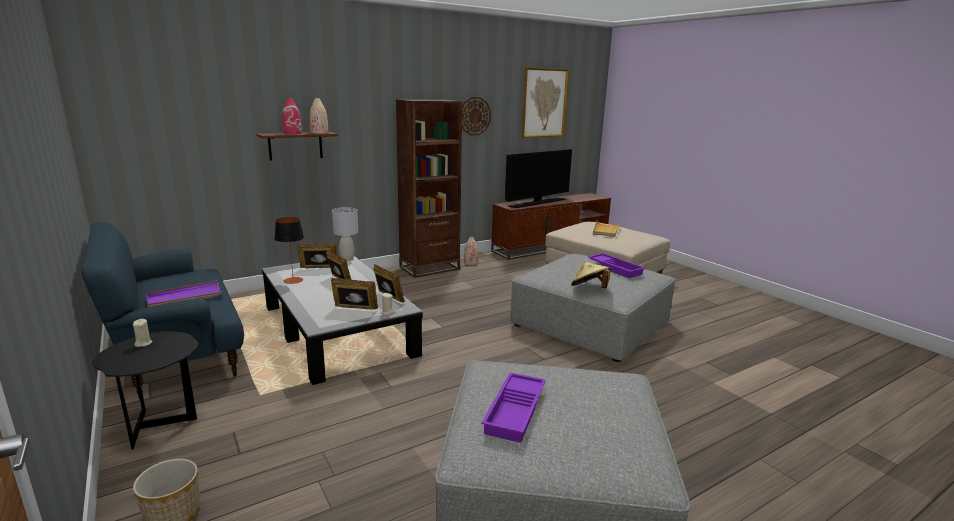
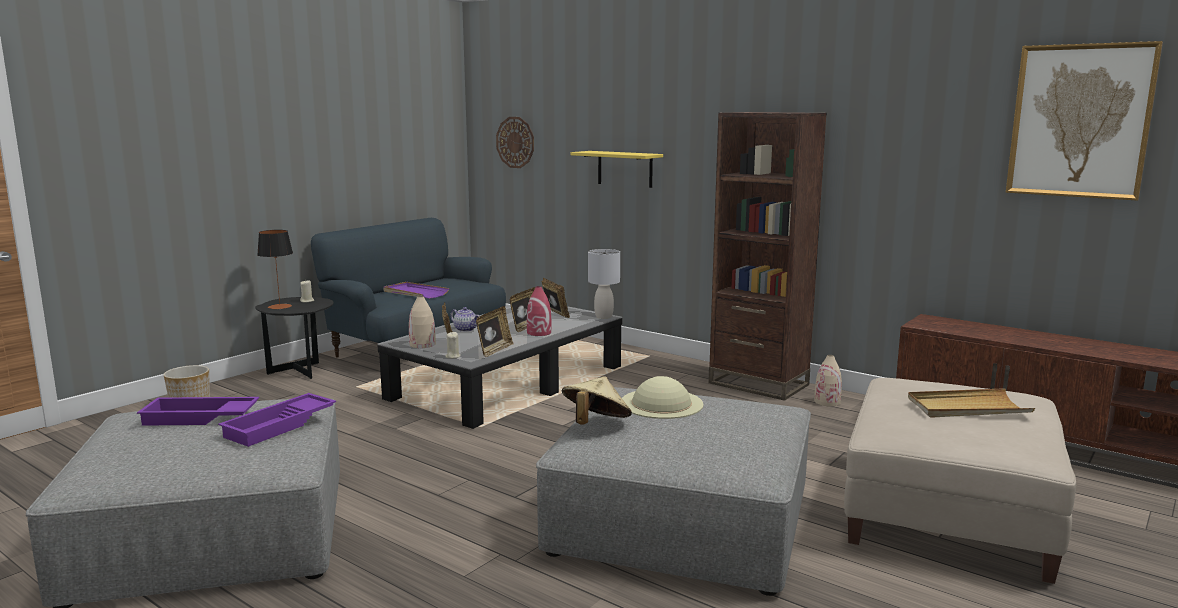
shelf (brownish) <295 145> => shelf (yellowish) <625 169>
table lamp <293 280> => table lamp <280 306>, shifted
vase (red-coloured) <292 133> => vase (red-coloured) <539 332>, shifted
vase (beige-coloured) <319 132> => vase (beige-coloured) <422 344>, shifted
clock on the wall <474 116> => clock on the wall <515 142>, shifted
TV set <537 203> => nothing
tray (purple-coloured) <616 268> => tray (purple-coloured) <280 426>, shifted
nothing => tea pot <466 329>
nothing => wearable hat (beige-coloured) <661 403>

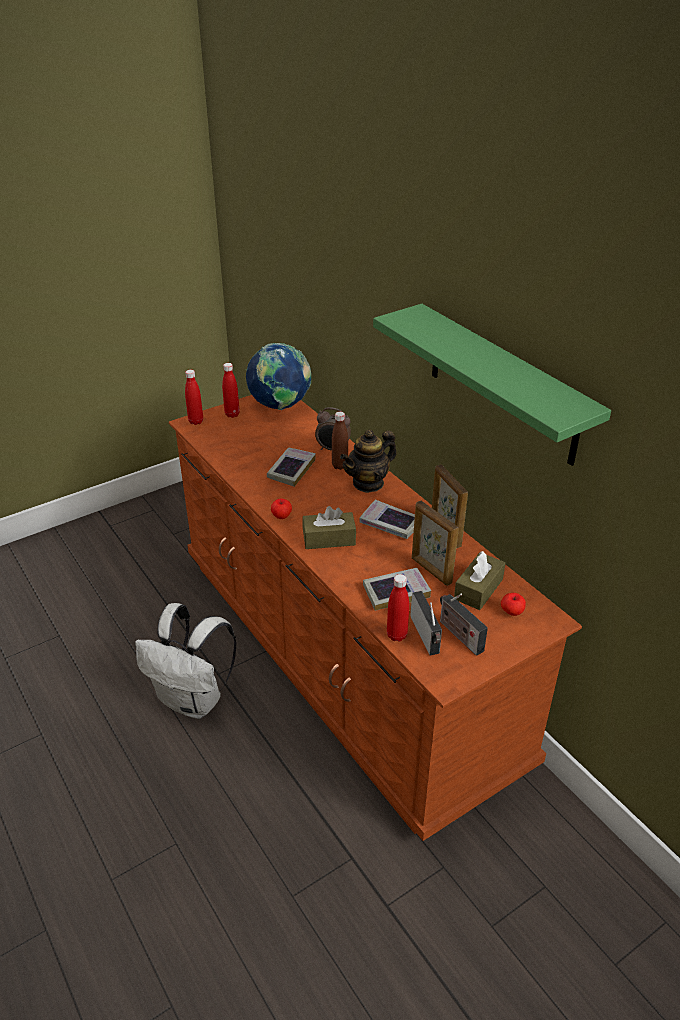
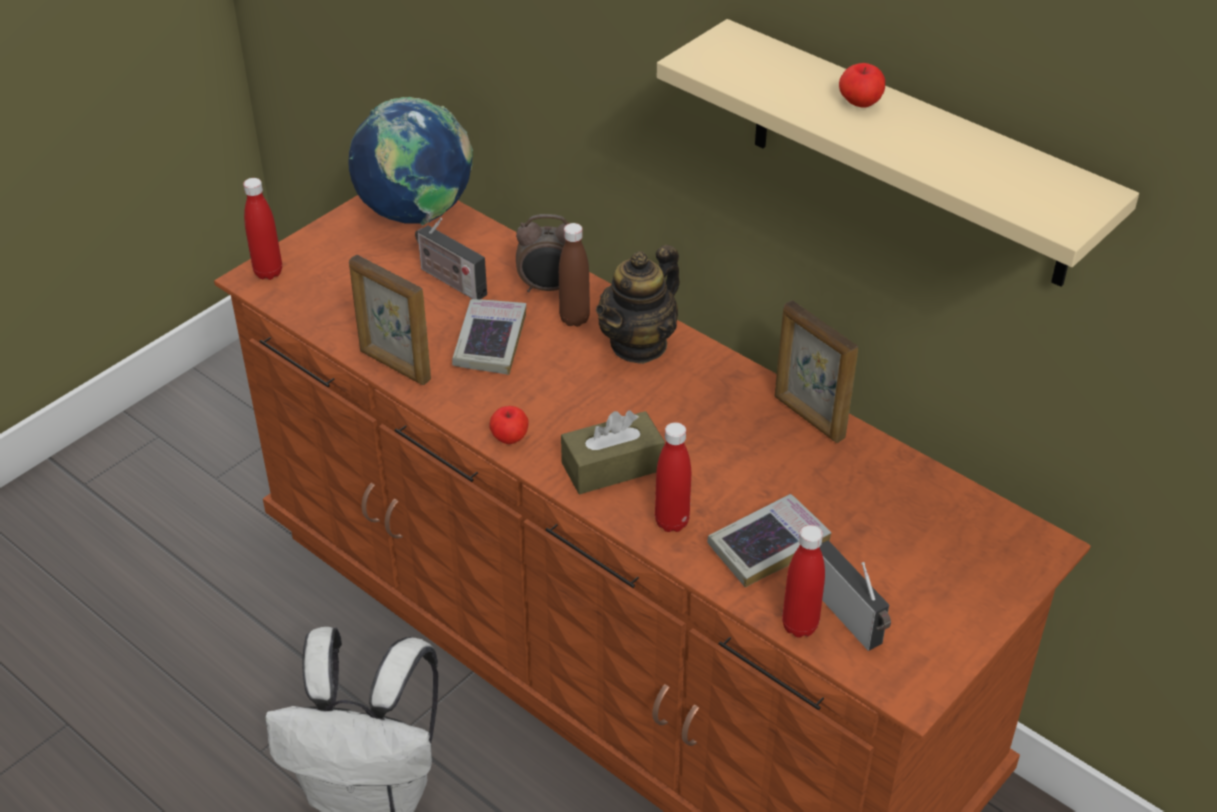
bottle (red-coloured) <232 414> => bottle (red-coloured) <671 522>, shifted
bound book <390 524> => nothing
shelf (greenish) <502 384> => shelf (beige-coloured) <910 156>
picture frame <431 571> => picture frame <394 366>, shifted
radio receiver <458 634> => radio receiver <450 281>, shifted
tissue box (brownish) <478 589> => nothing
apple fruit <511 612> => apple fruit <859 103>, shifted

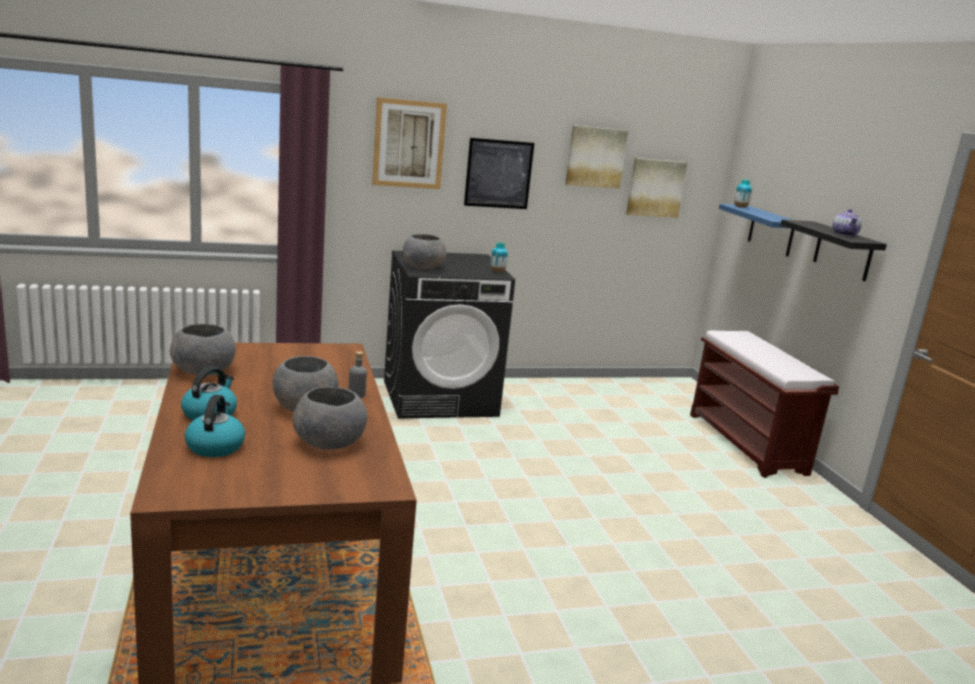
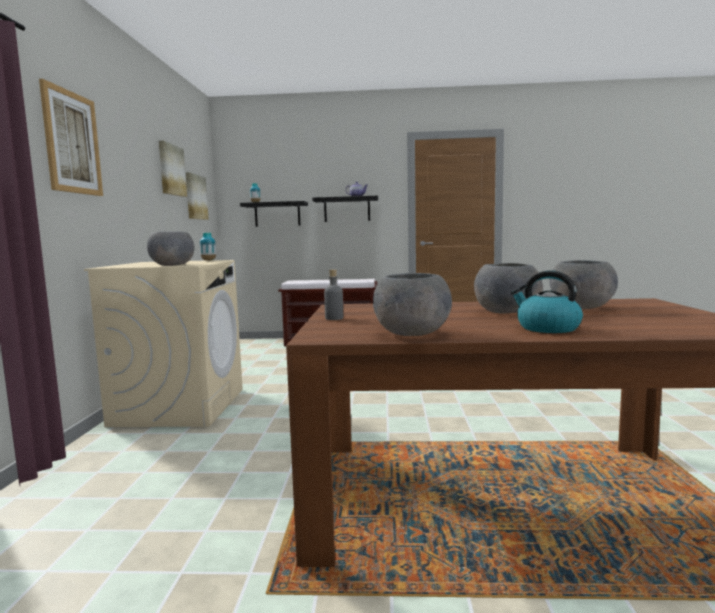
kettle <215 446> => nothing
bottle (greyish) <356 395> => bottle (greyish) <334 318>, shifted
washing machine (black) <440 398> => washing machine (beige-coloured) <180 406>
wall picture <498 174> => nothing
shelf (blue) <771 231> => shelf (black) <277 214>

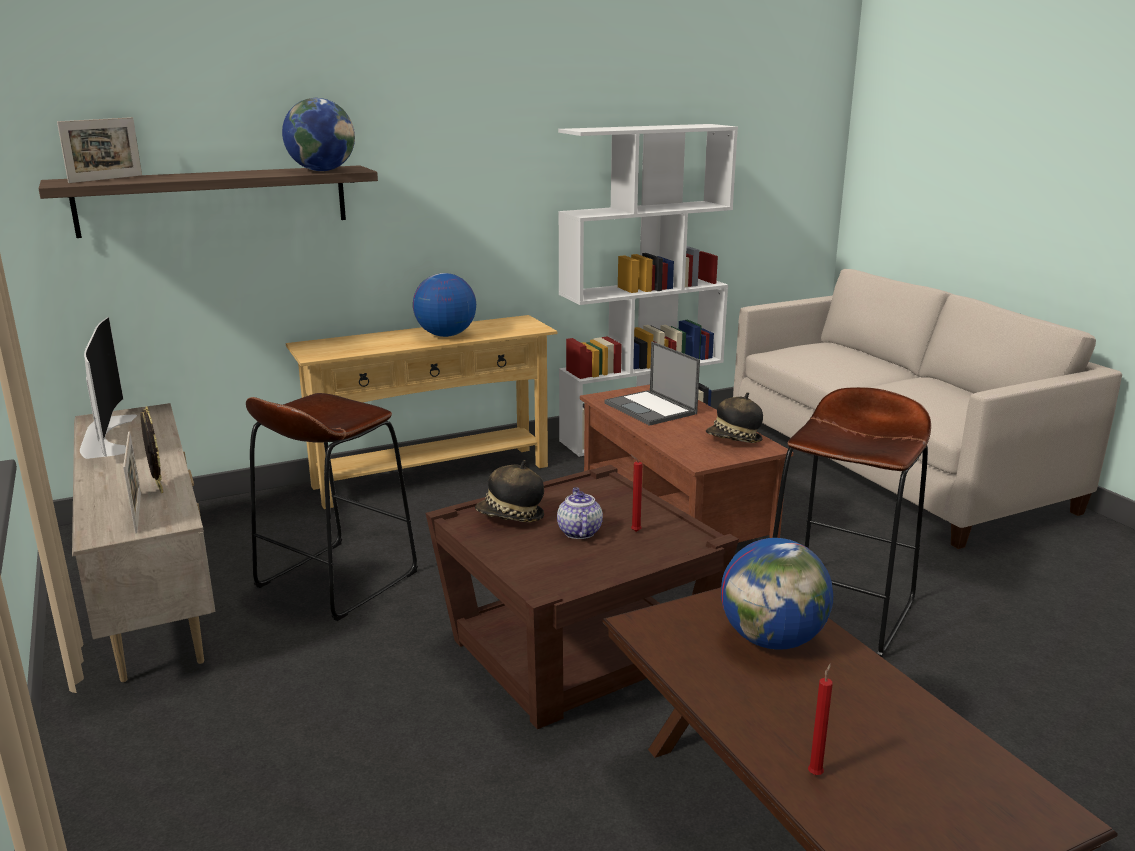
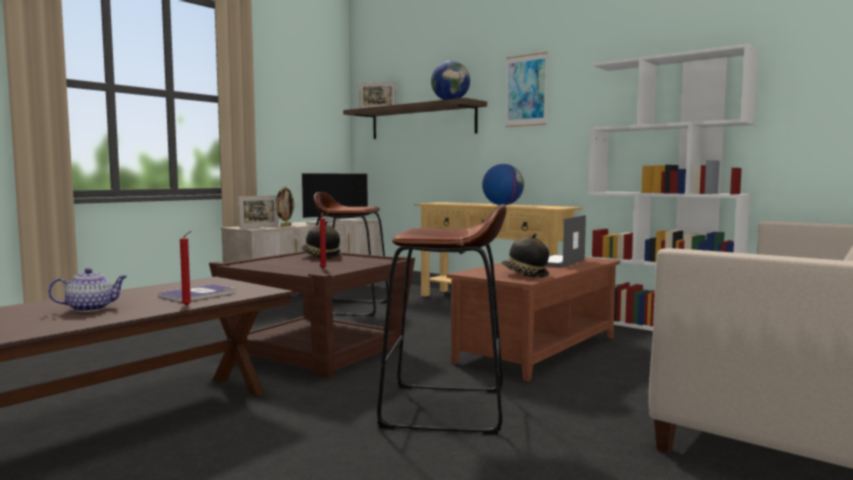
tea pot <579 532> => tea pot <91 308>, shifted
globe <772 640> => bound book <198 294>
candle (red-coloured) <816 773> => candle (red-coloured) <188 306>, shifted
nothing => wall picture <526 90>

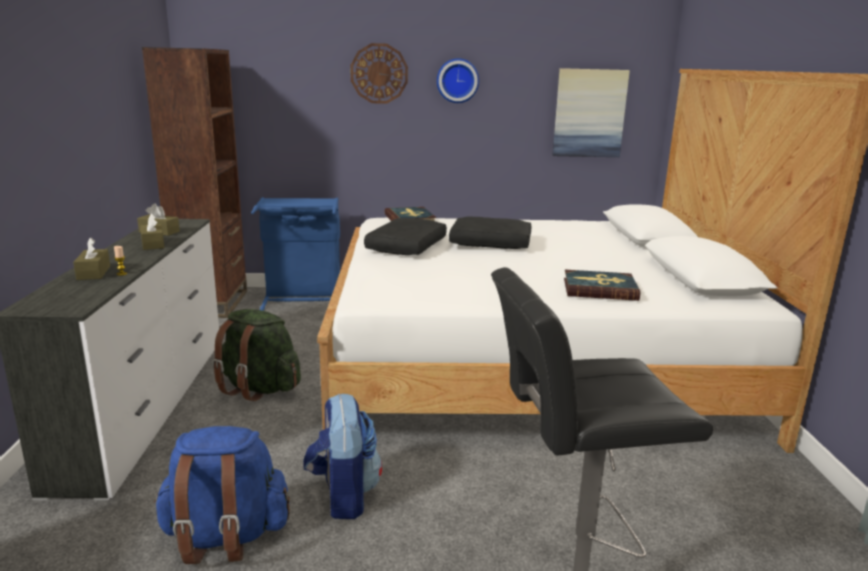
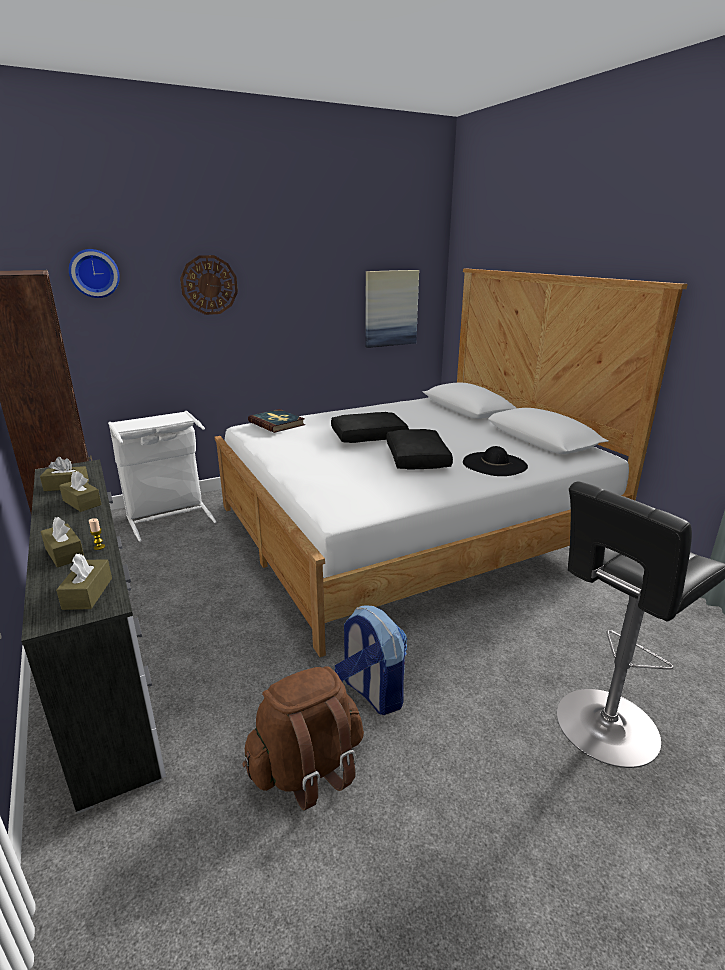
rucksack (blue) <225 536> => rucksack (brownish) <307 768>
rucksack (greenish) <259 388> => nothing
hamper (blue) <302 302> => hamper (whitish) <169 516>
throw pillow (black) <407 247> => throw pillow (black) <418 458>, shifted
clock on the wall <457 80> => clock on the wall <94 273>, shifted
bound book <599 289> => wearable hat (black) <494 464>
nothing => tissue box (brownish) <88 593>

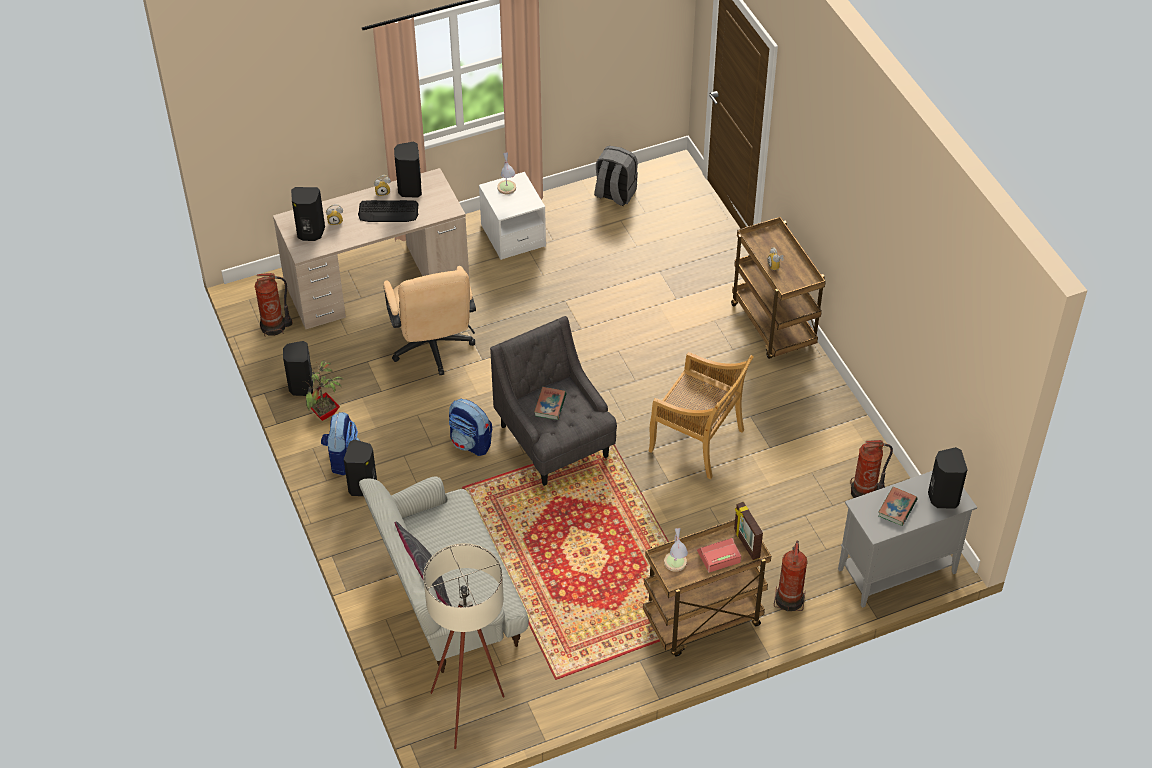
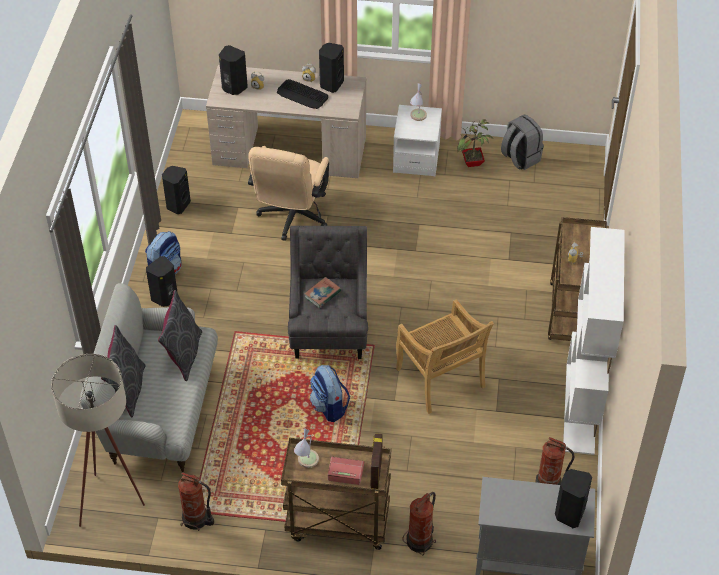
fire extinguisher <275 327> => fire extinguisher <196 519>, shifted
houseplant <325 414> => houseplant <472 163>, shifted
rucksack <471 443> => rucksack <329 407>, shifted
bound book <897 508> => nothing
nothing => throw pillow (greyish) <183 354>
nothing => bookcase (whitish) <580 408>

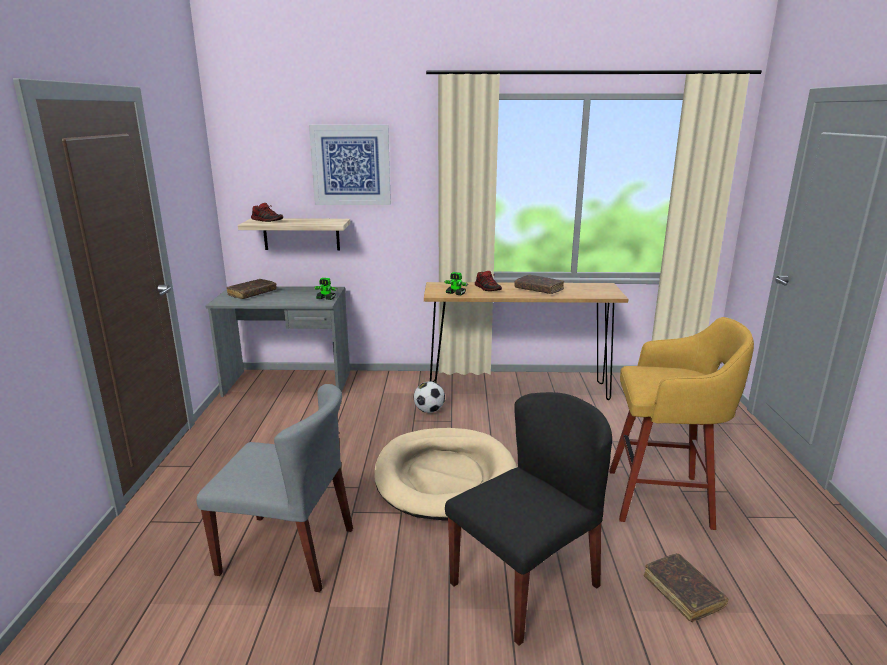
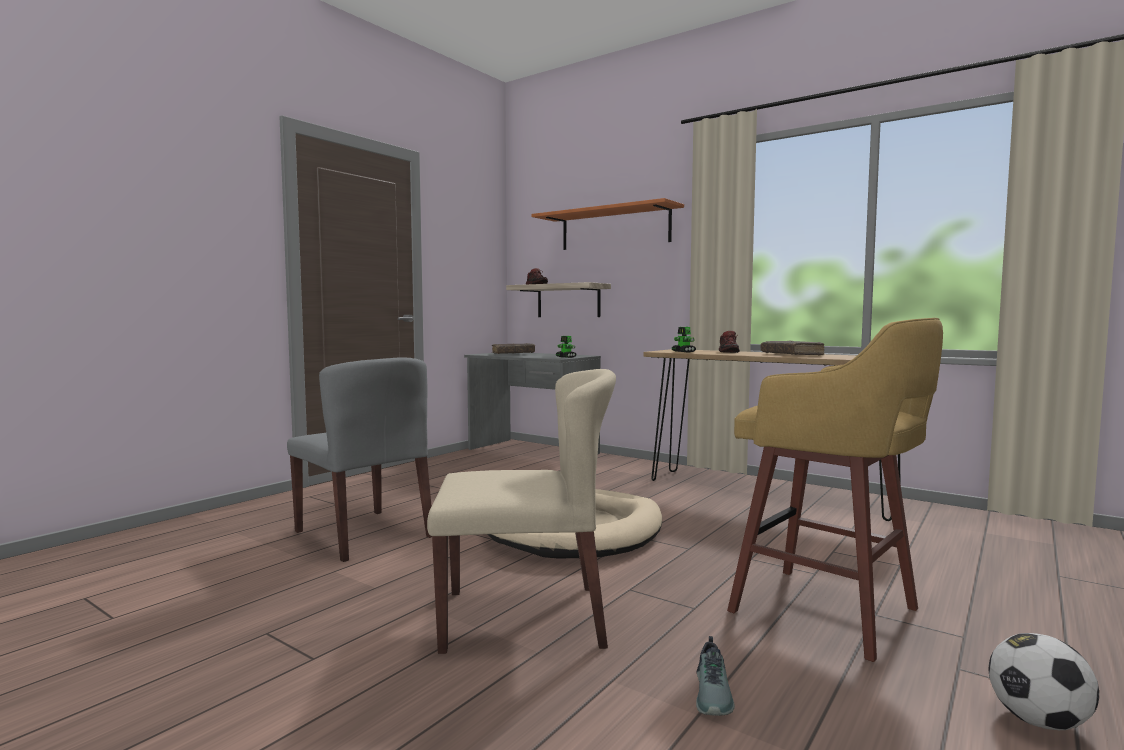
wall picture <351 165> => shelf (orange-coloured) <614 229>
football ball <429 411> => football ball <1038 721>, shifted
plain chair (black) <525 583> => plain chair (beige-coloured) <524 617>
bound book (brownish) <683 592> => low shoe <714 694>

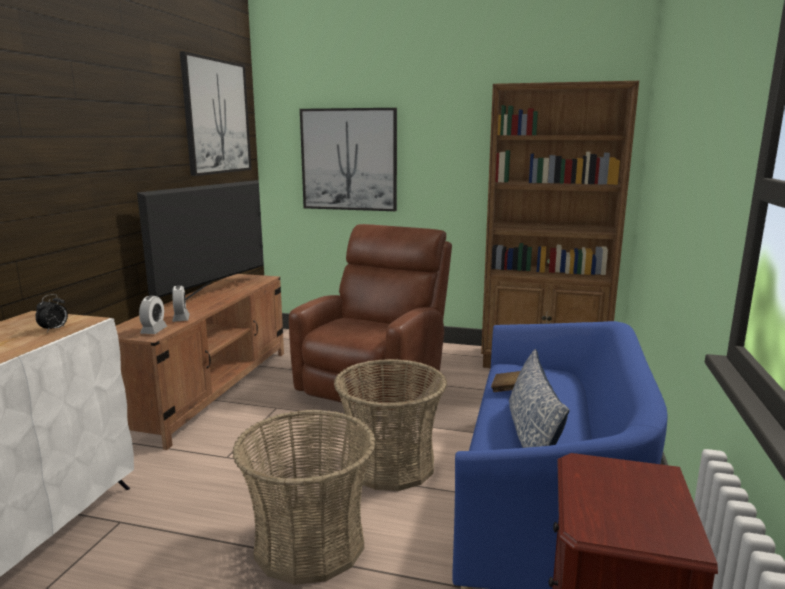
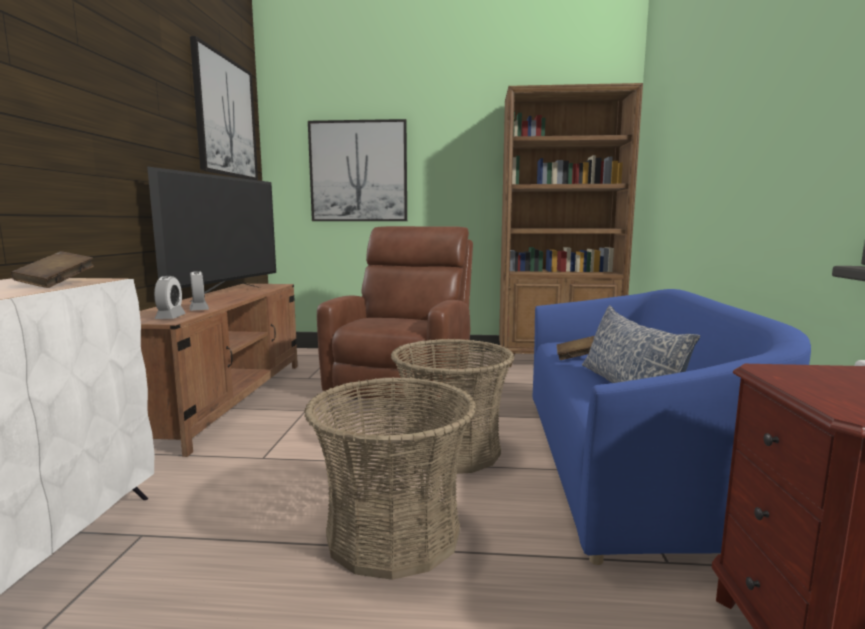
table clock <54 329> => bound book (brownish) <56 284>

